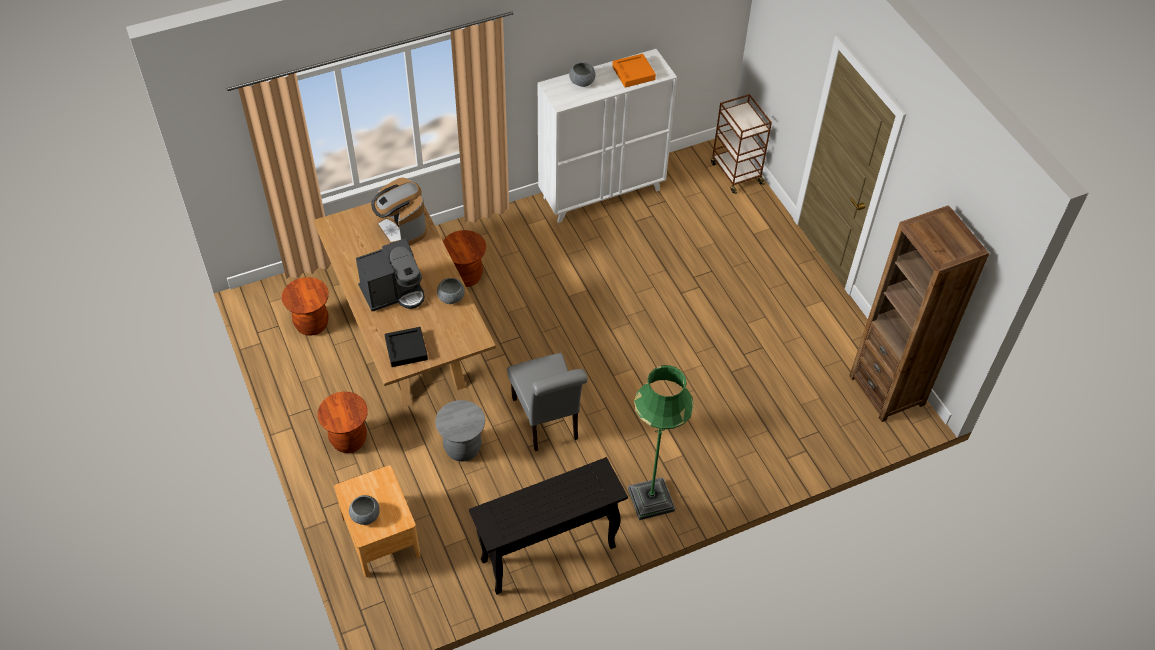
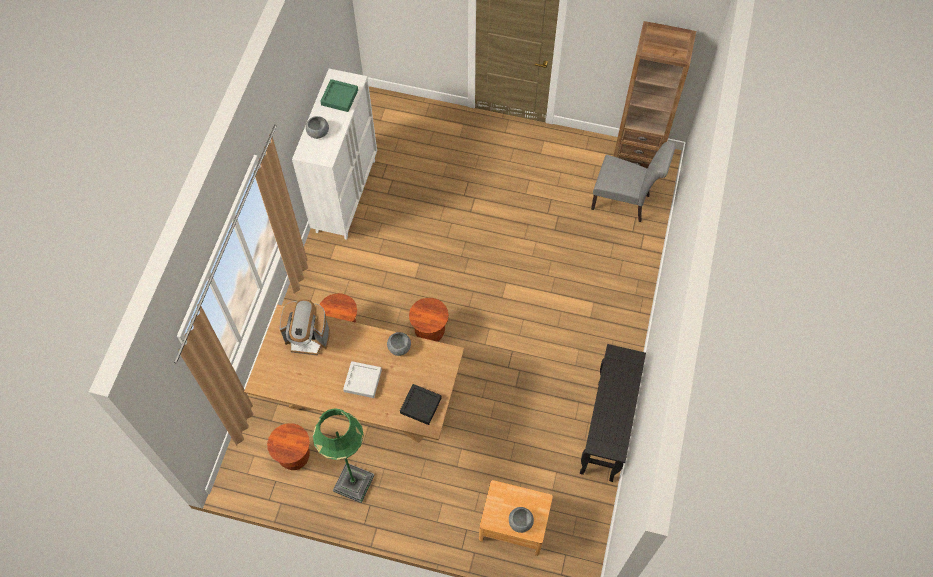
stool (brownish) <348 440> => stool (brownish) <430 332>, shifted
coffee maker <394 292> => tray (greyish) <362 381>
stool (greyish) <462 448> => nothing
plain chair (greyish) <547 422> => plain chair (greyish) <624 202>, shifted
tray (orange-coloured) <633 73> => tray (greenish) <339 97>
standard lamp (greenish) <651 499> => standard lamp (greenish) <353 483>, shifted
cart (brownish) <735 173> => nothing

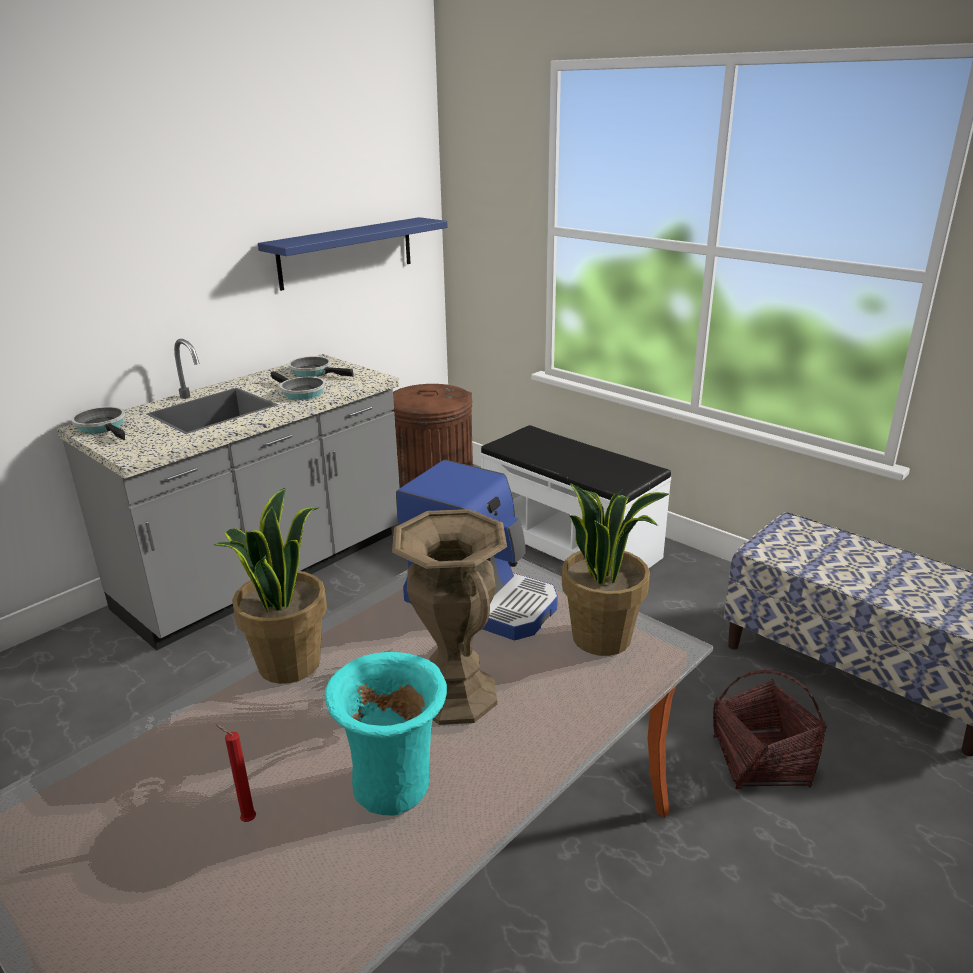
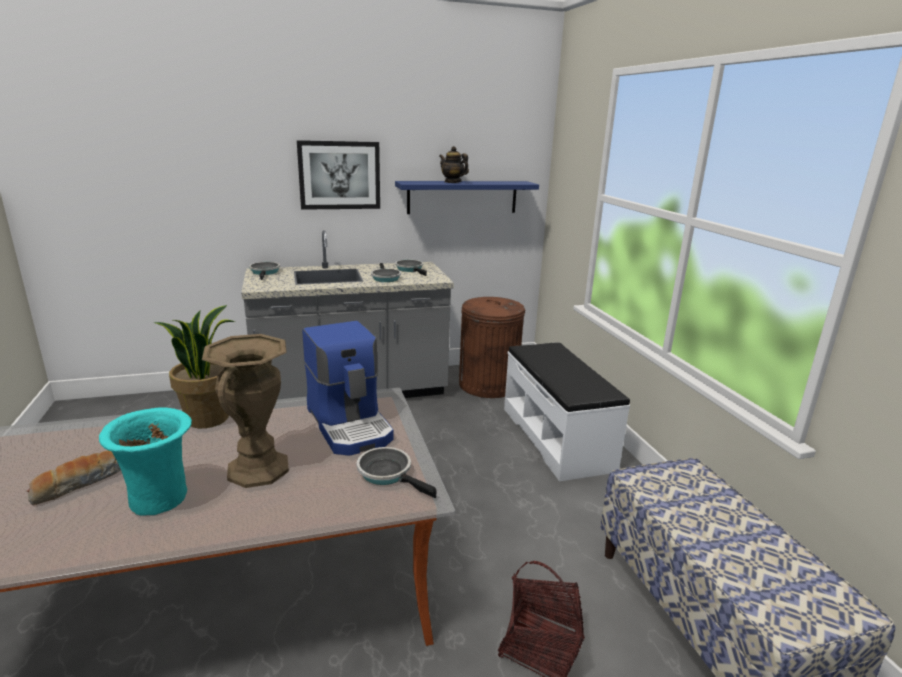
candle (red-coloured) <246 820> => bakery bread <81 482>
houseplant <602 637> => frying pan <388 474>
nothing => wall picture <339 175>
nothing => tea pot <452 182>

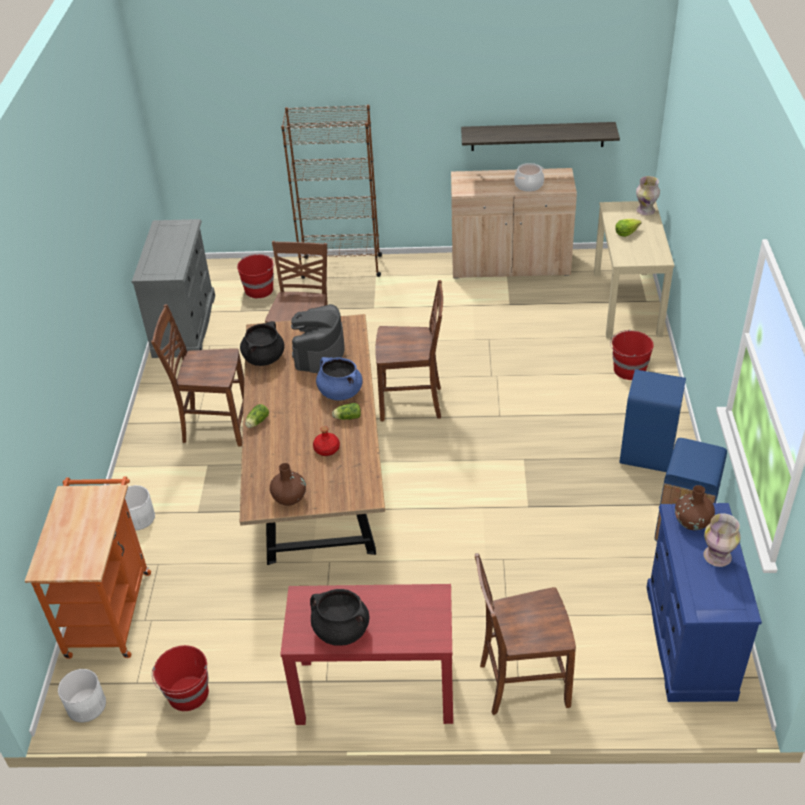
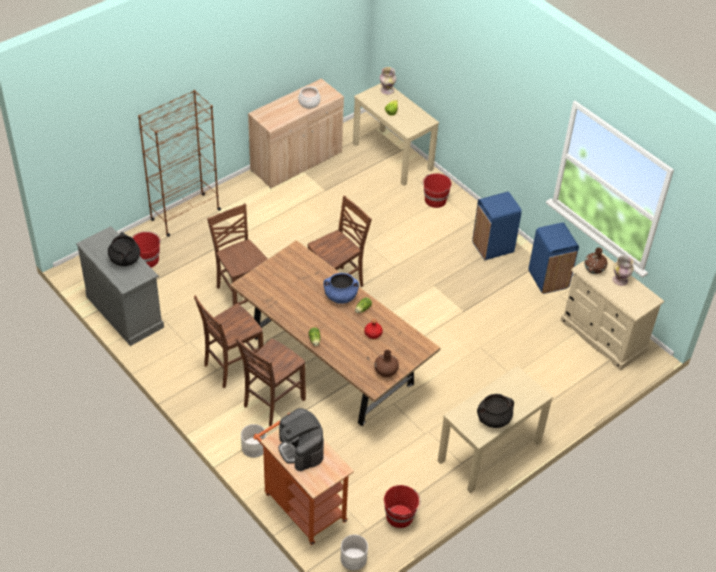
cooking pot (black) <264 358> => cooking pot (black) <125 259>, shifted
narrow table (red-coloured) <374 690> => narrow table (beige-coloured) <489 452>
coffee maker <319 353> => coffee maker <301 449>, shifted
shelf <537 136> => nothing
plain chair (brownish) <521 683> => plain chair (brownish) <272 403>, shifted
chest of drawers (blue) <689 641> => chest of drawers (beige-coloured) <603 336>

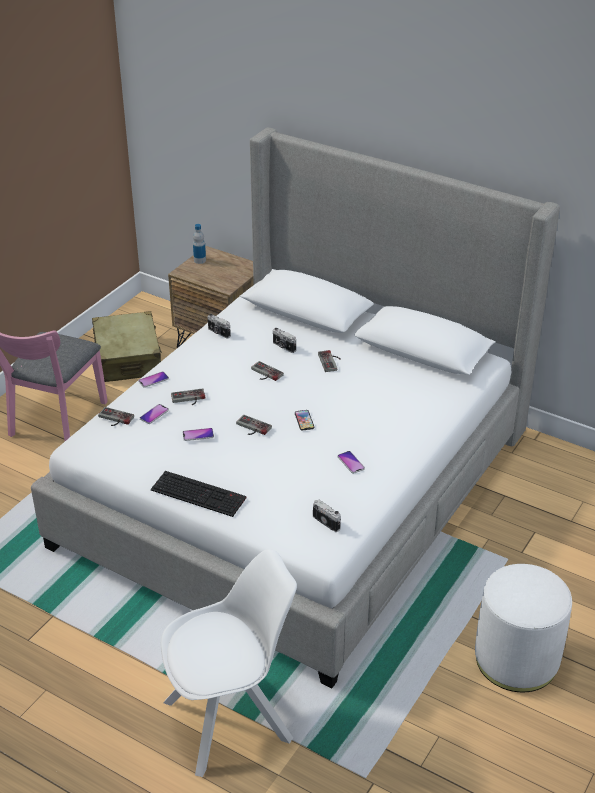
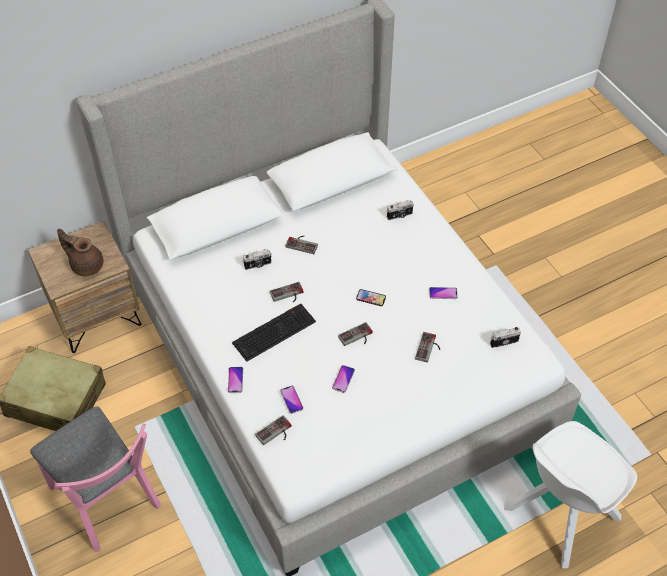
keyboard <200 493> => keyboard <274 331>, shifted
plain chair (whitish) <231 719> => plain chair (whitish) <559 514>, 135 degrees counterclockwise
game controller <188 399> => game controller <429 348>, shifted
bottle <200 260> => nothing
photo camera <218 333> => photo camera <400 216>, shifted
ottoman (whitish) <516 659> => nothing
nothing => tea pot (brownish) <86 265>

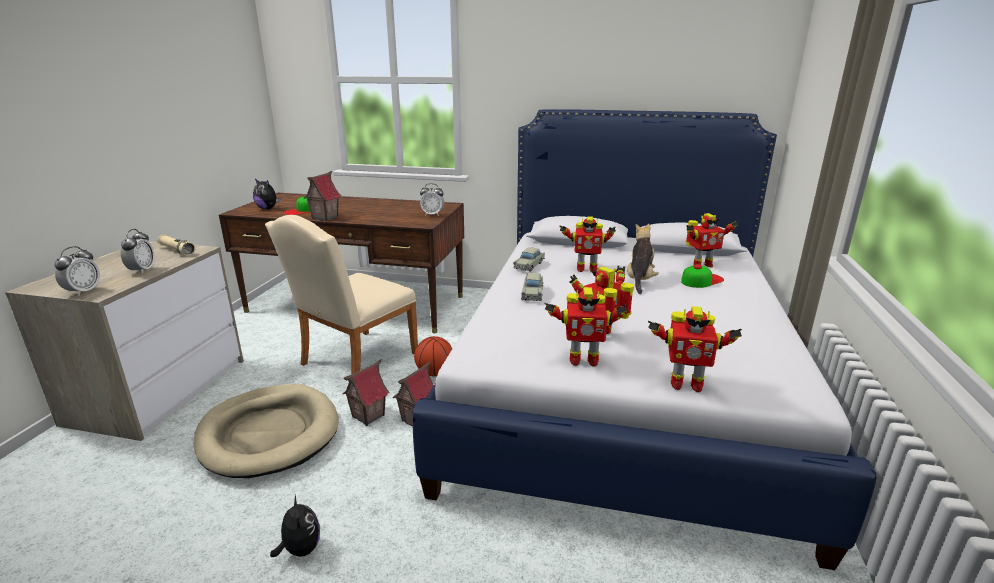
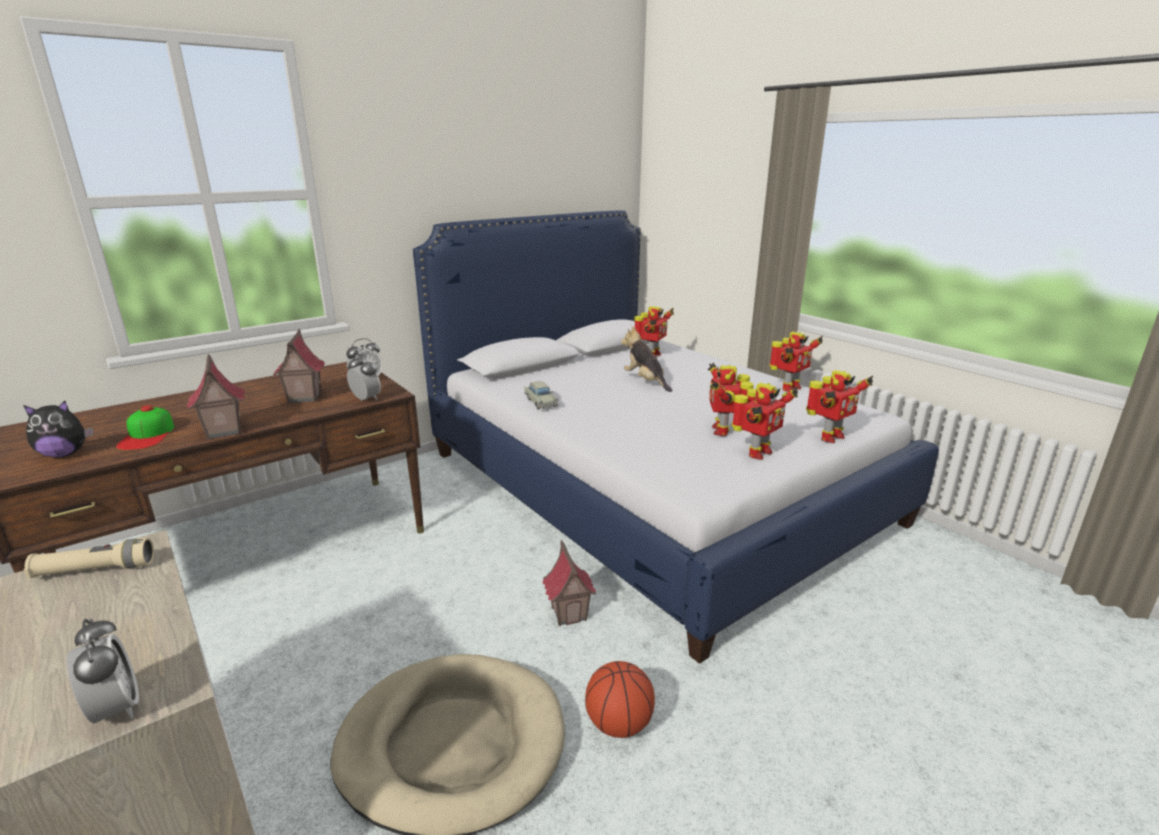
table clock <142 270> => table clock <366 399>, shifted
plain chair (beige-coloured) <353 361> => nothing
plush toy <300 549> => nothing
miniature house <368 416> => miniature house <304 398>, shifted
basketball <434 373> => basketball <618 724>, shifted
toy car (beige-coloured) <532 293> => nothing
robot figure <586 269> => robot figure <789 388>, shifted
cap <701 280> => nothing

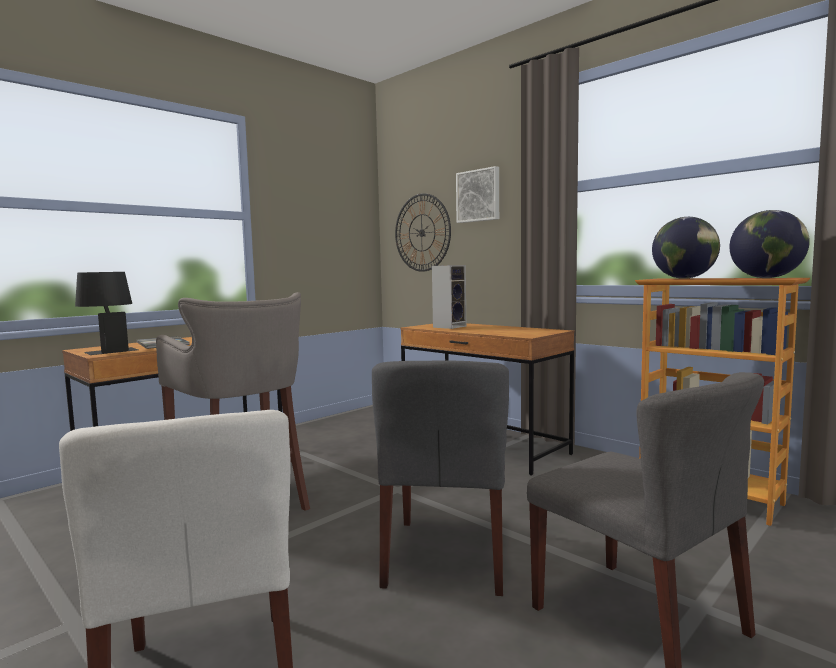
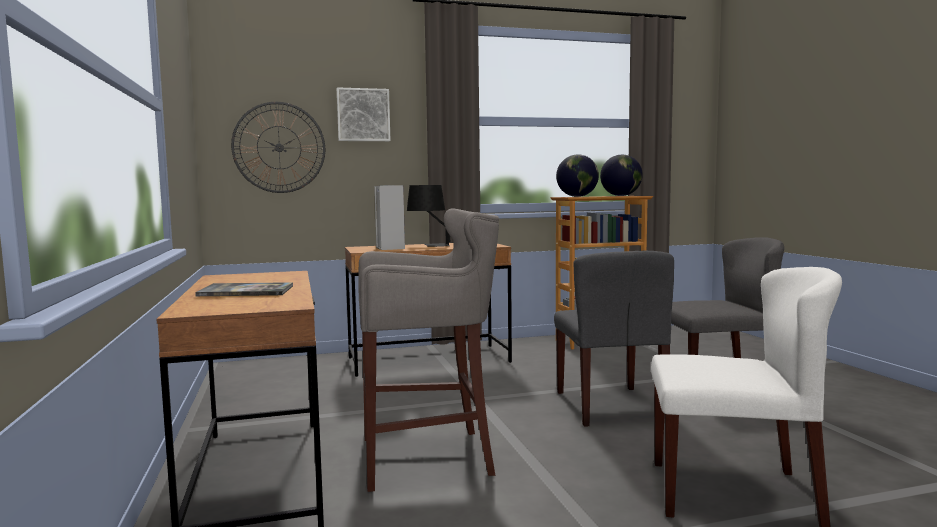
table lamp (black) <109 350> => table lamp (black) <429 245>, shifted
plain chair (greyish) <447 555> => plain chair (greyish) <611 406>, 45 degrees clockwise

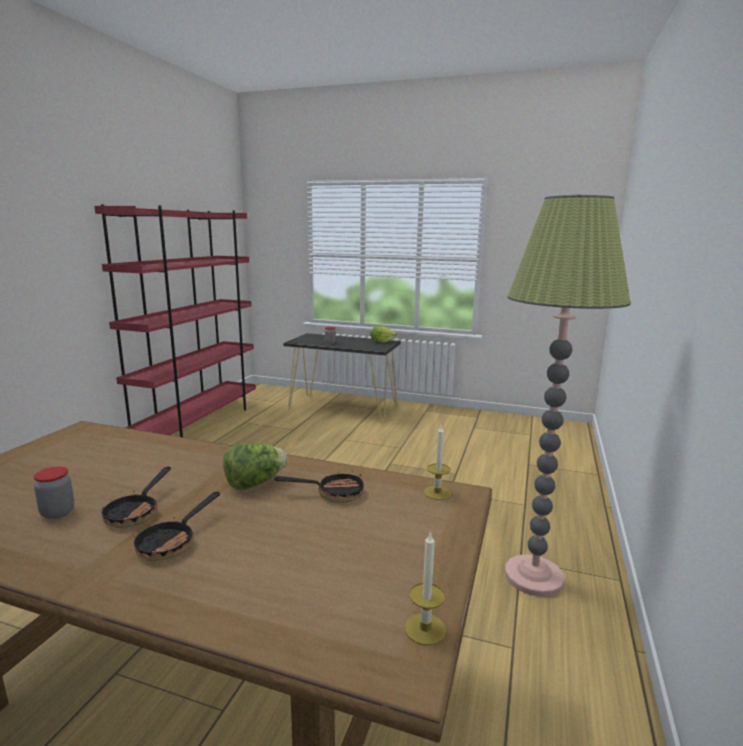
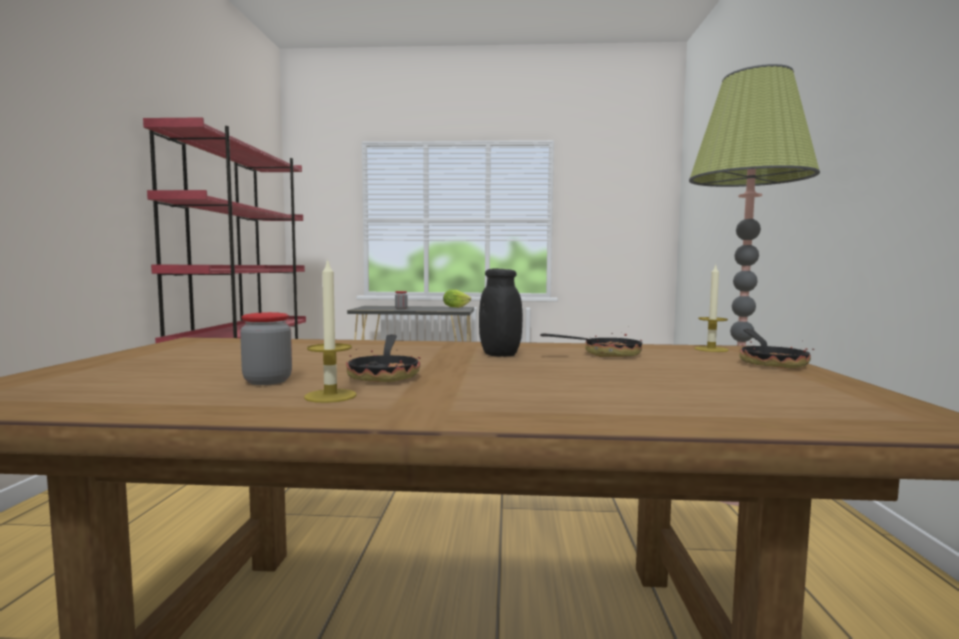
frying pan <173 542> => frying pan <770 362>, shifted
head of lettuce <254 483> => storage jar (black) <500 354>
candle <425 629> => candle <330 396>, shifted

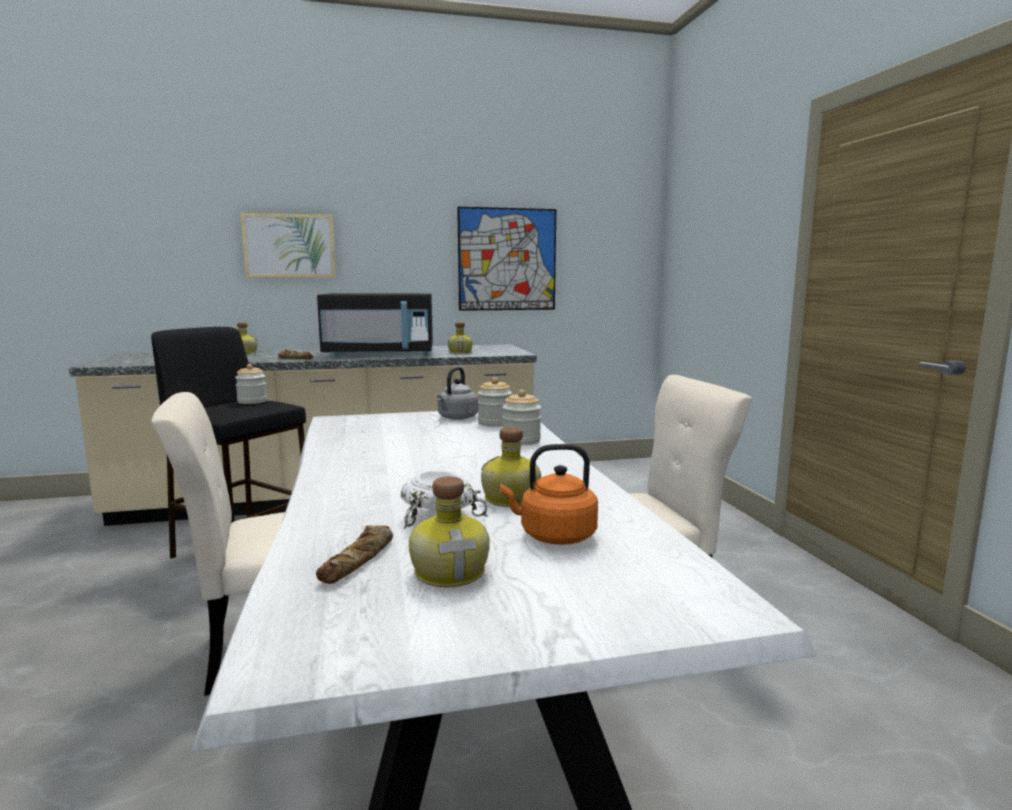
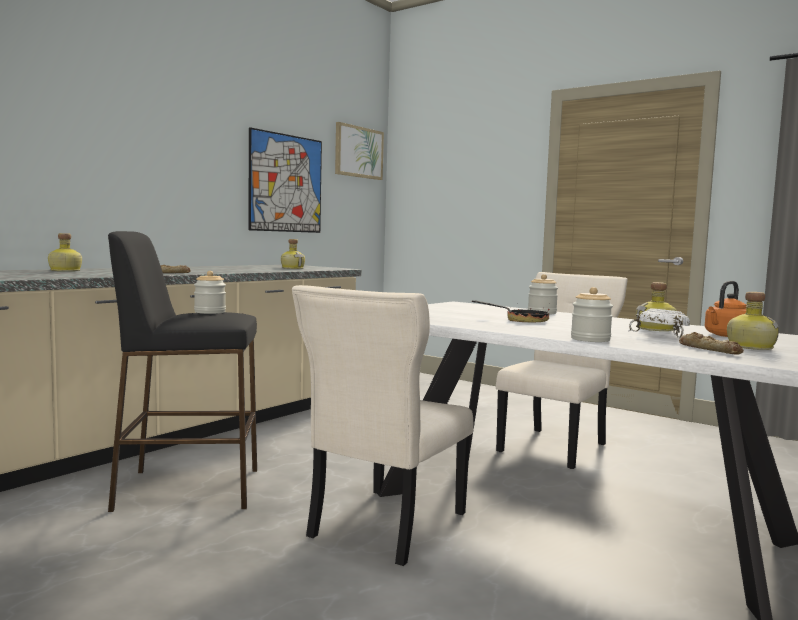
wall picture <289 246> => wall picture <358 152>, shifted
microwave (black) <380 355> => nothing
kettle (greyish) <456 418> => nothing
storage jar <494 423> => storage jar <590 339>, shifted
nothing => frying pan <520 320>

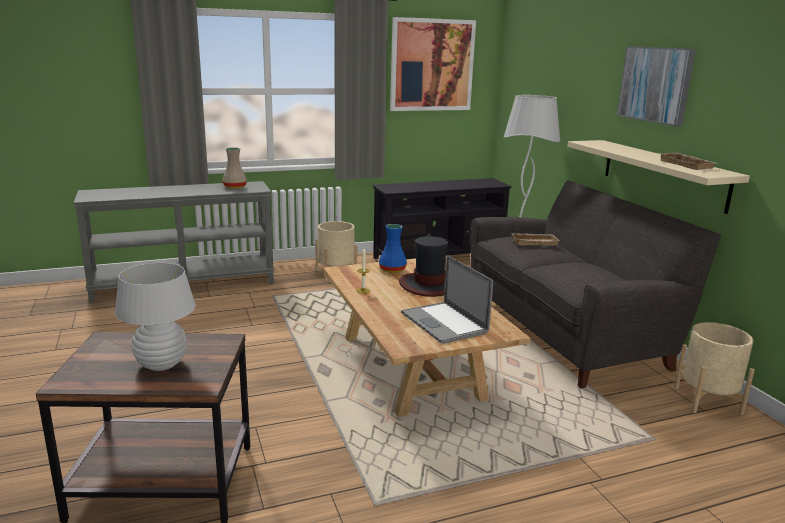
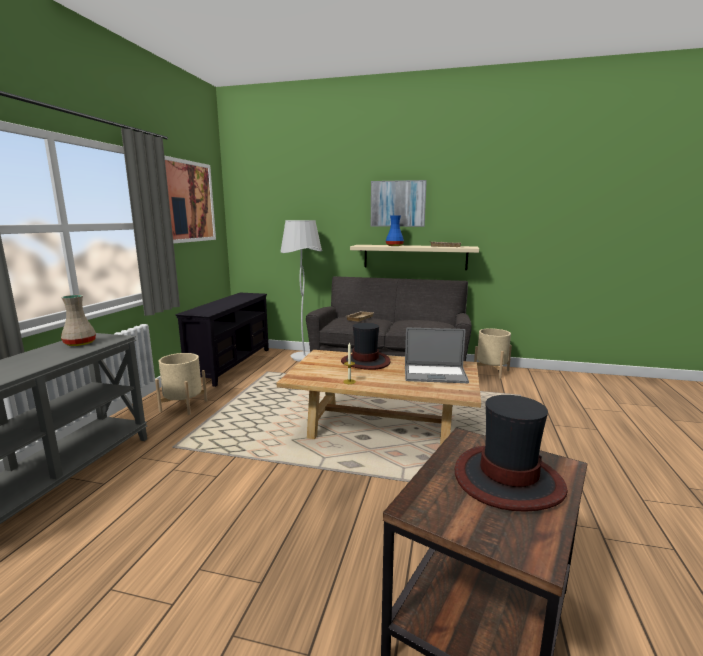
table lamp (whitish) <161 364> => wearable hat <507 479>
vase (blue) <393 270> => vase (blue) <395 246>, shifted

